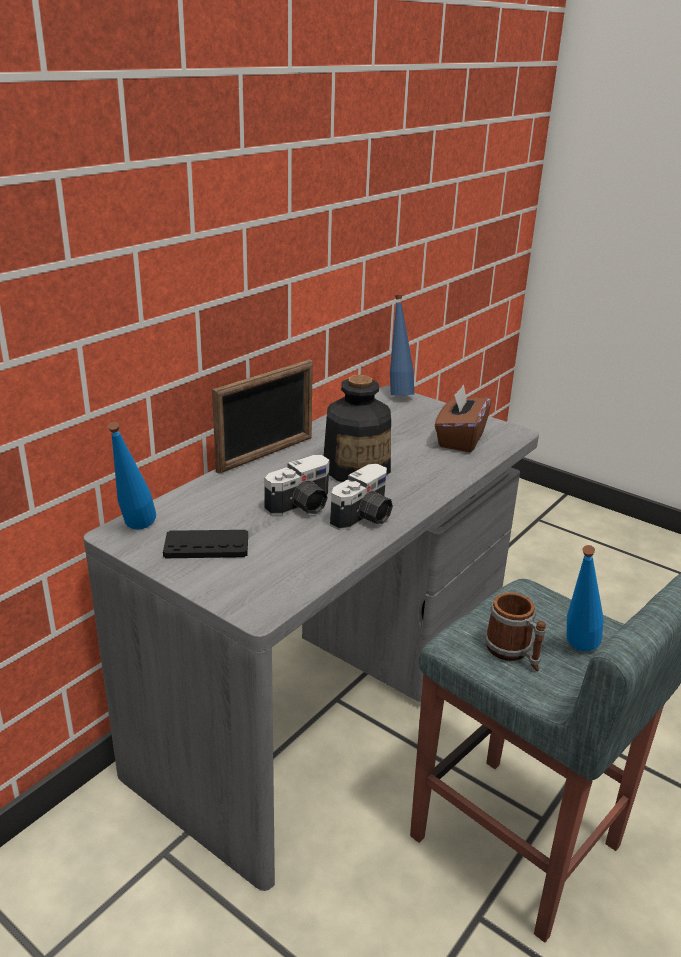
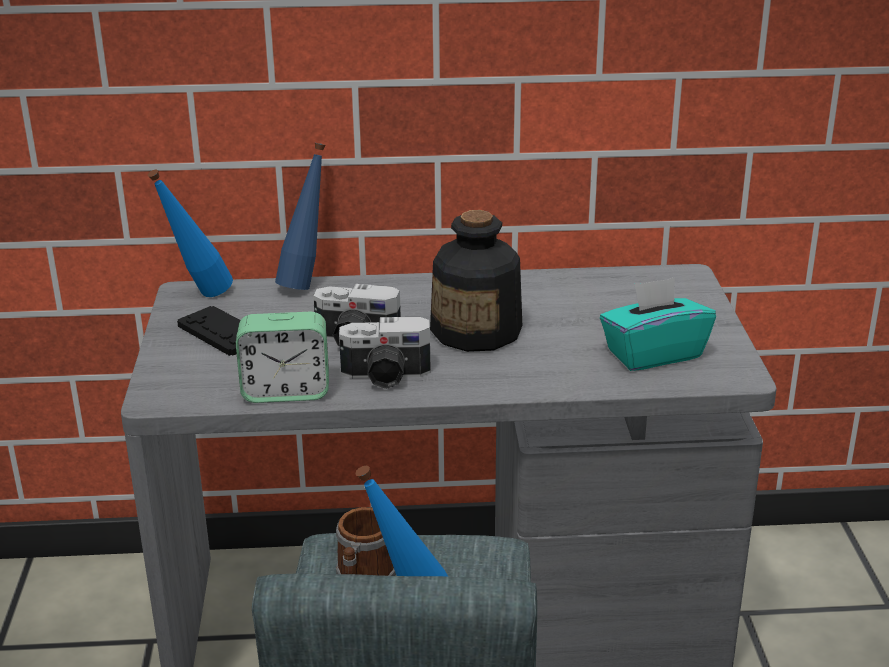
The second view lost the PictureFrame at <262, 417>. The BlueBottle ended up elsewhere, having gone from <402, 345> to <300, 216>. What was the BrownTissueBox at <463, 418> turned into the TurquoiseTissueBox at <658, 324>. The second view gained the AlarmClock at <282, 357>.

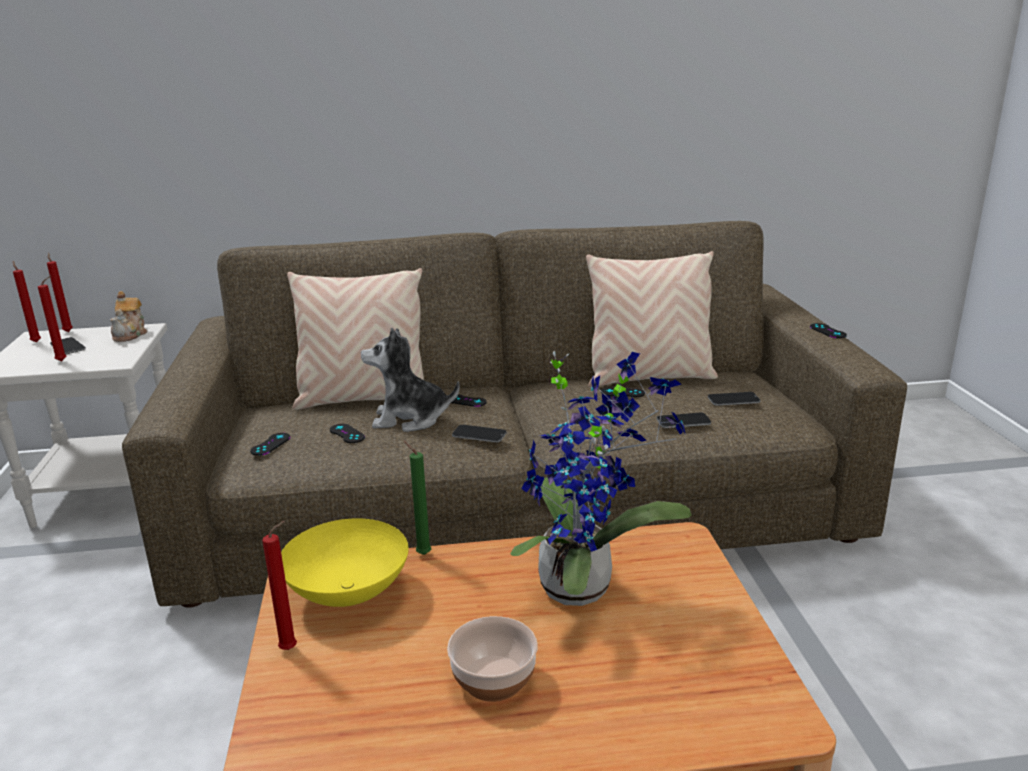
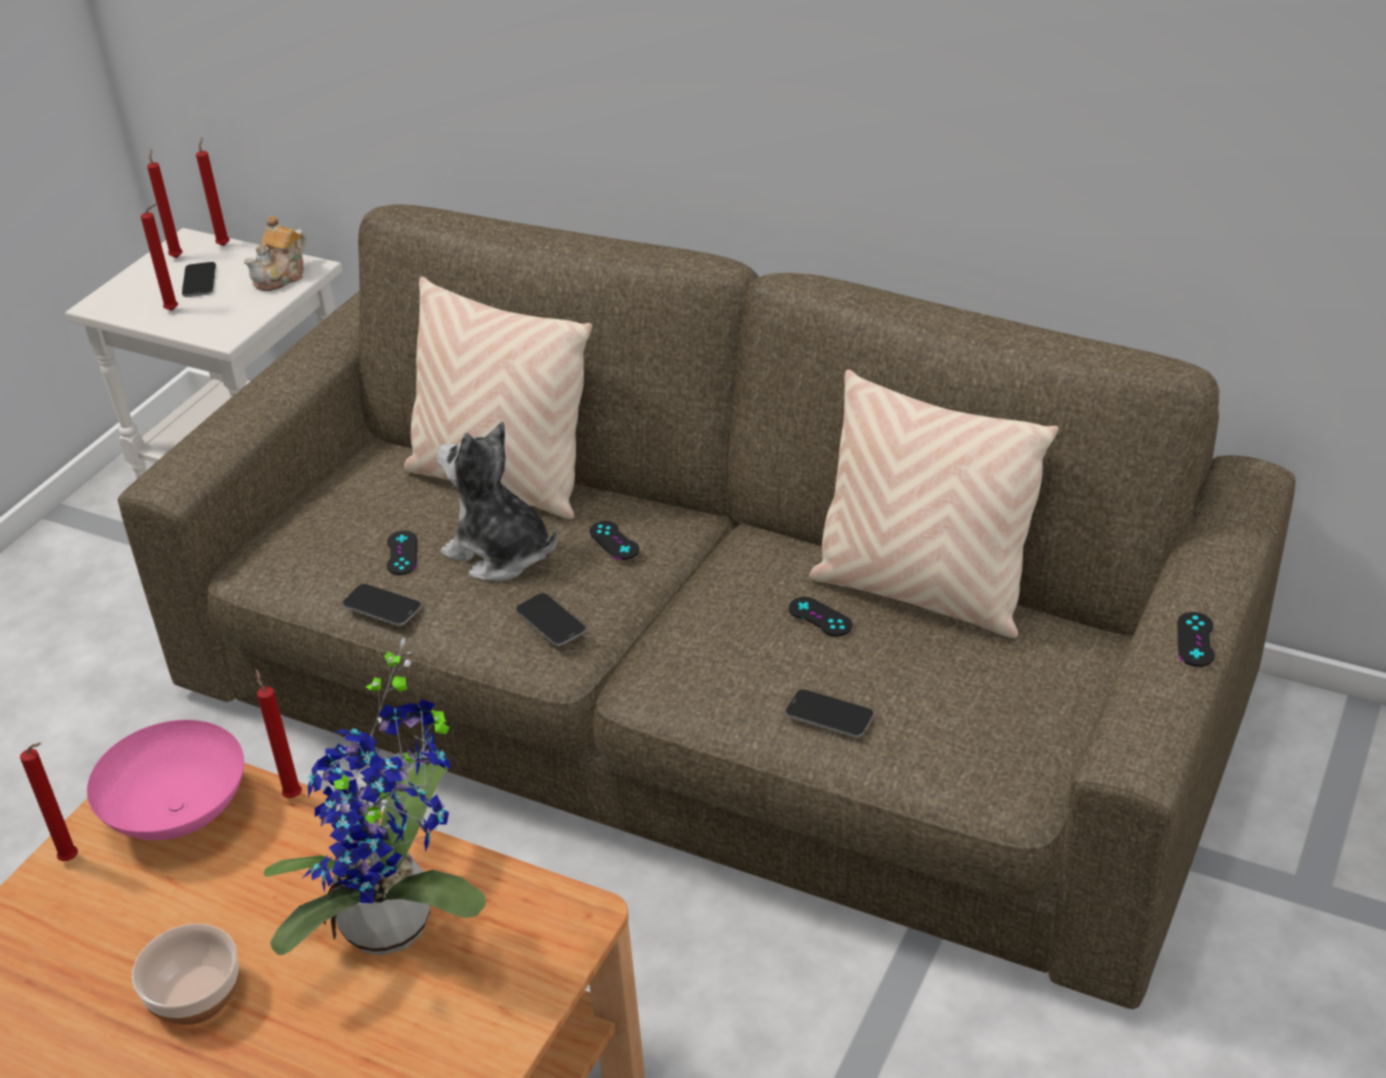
The second view lost the BlackGameController at <270, 444>. What was the YellowBowl at <345, 562> turned into the PinkBowl at <165, 780>. What was the GreenCandle at <417, 498> turned into the RedCandle at <279, 733>. The Phone ended up elsewhere, having gone from <734, 399> to <381, 605>.

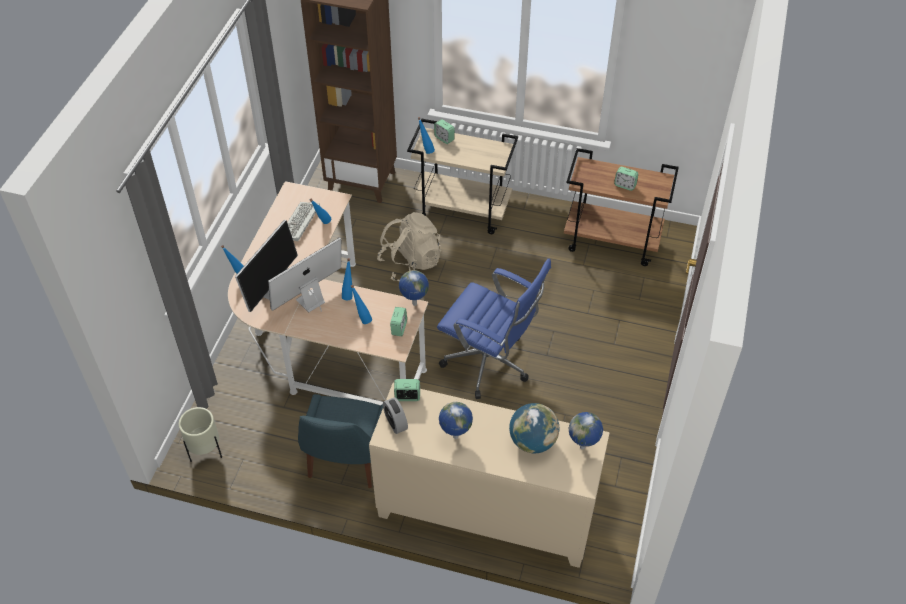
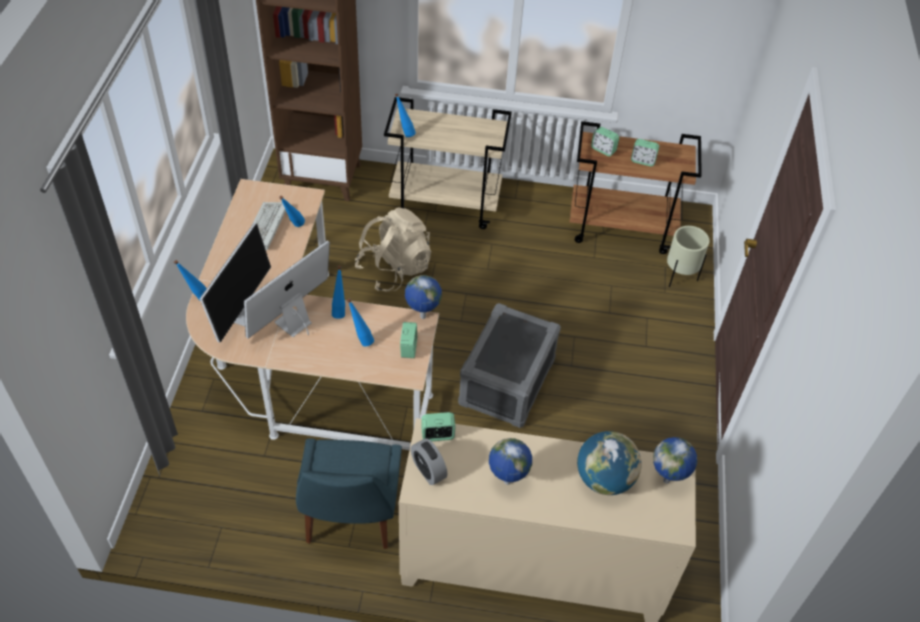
The BeigePlanter ended up elsewhere, having gone from <200, 434> to <688, 256>. The AlarmClock ended up elsewhere, having gone from <444, 131> to <605, 141>. Where the BlueOfficeChair stood at <494, 328>, the GreyStorageBox came to stand at <509, 365>.

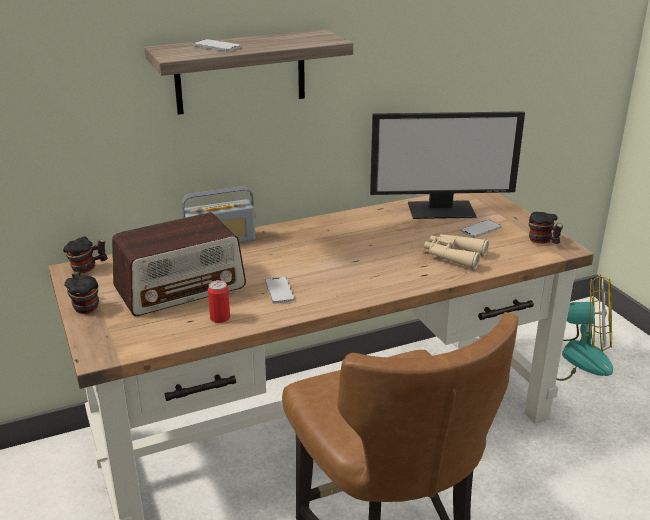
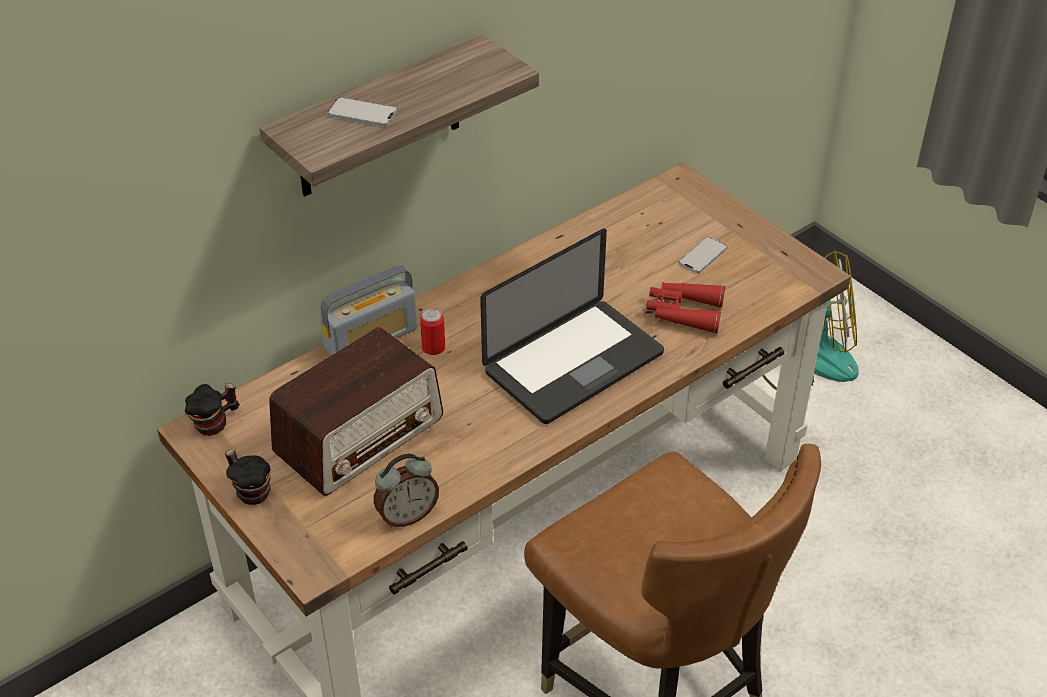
The Can ended up elsewhere, having gone from <219, 301> to <432, 331>. The second view lost the Phone at <280, 290>. The second view lost the Monitor at <447, 165>. What was the BeigeBinoculars at <456, 252> turned into the RedBinoculars at <685, 308>. The second view lost the Mug at <546, 228>. The second view gained the AlarmClock at <406, 491>. The second view gained the Laptop at <572, 326>.

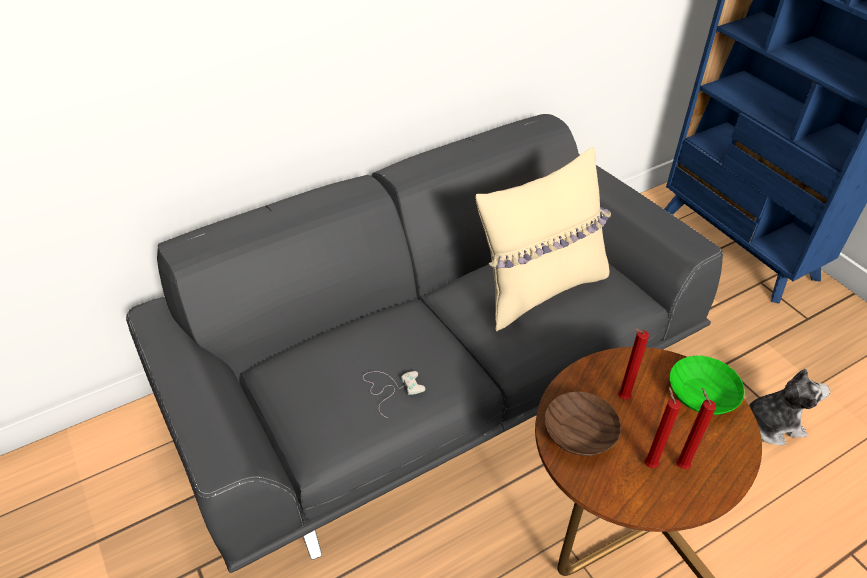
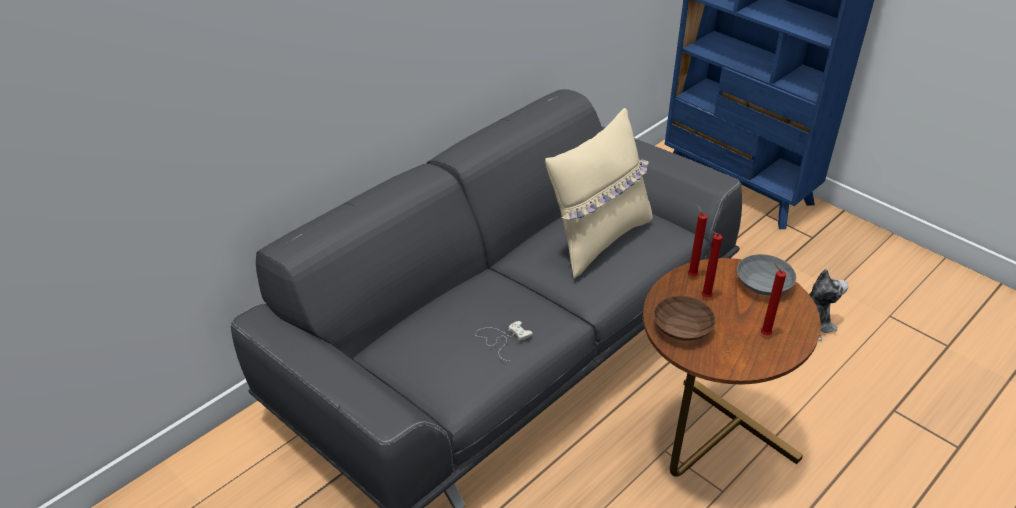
The RedCandle ended up elsewhere, having gone from <663, 427> to <697, 241>. What was the GreenBowl at <707, 385> turned into the GreyBowl at <766, 274>.

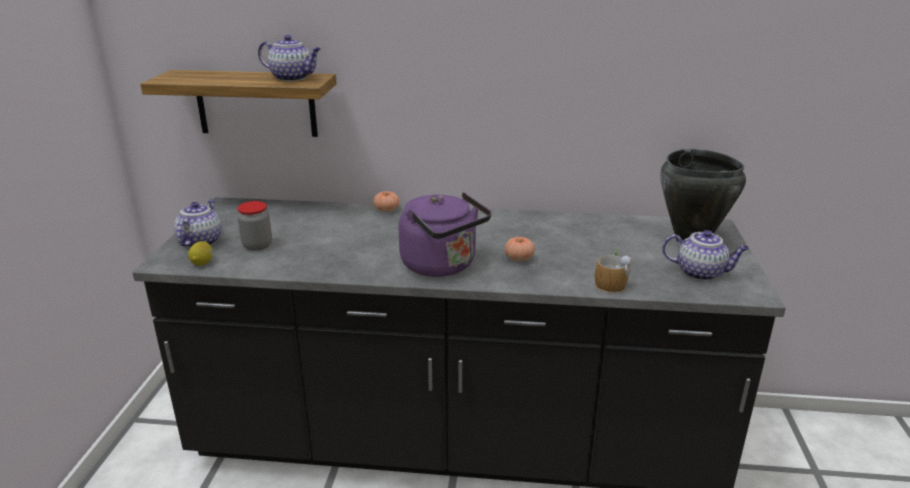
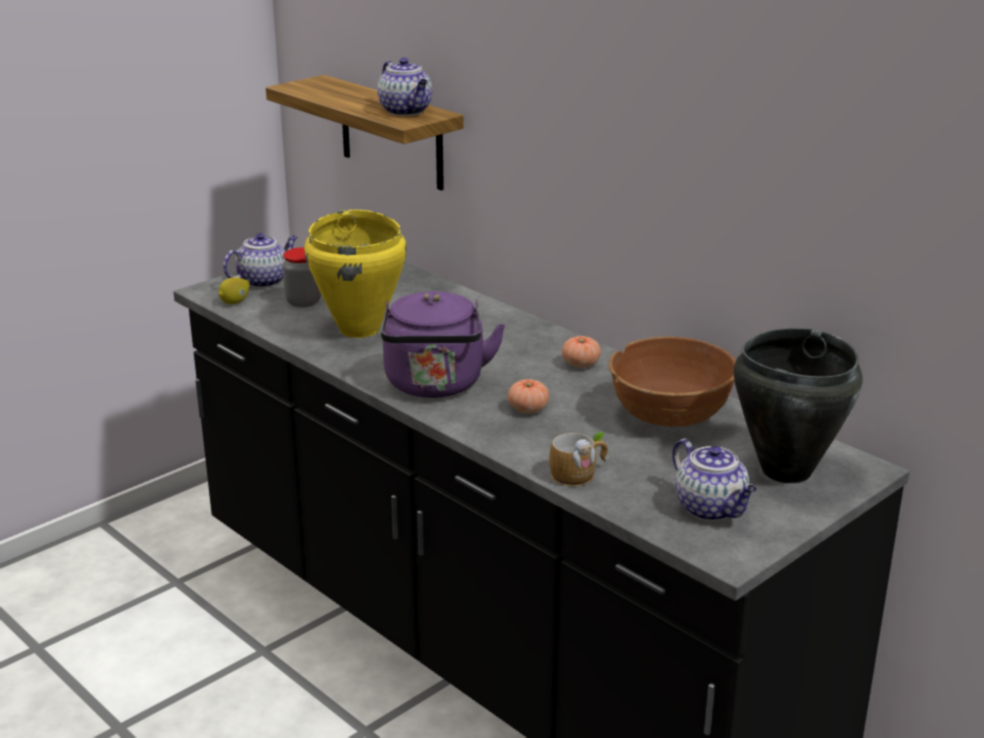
The Tomato ended up elsewhere, having gone from <386, 201> to <581, 352>. The second view gained the YellowCookingPot at <355, 274>. The second view gained the BrownBowl at <672, 381>.

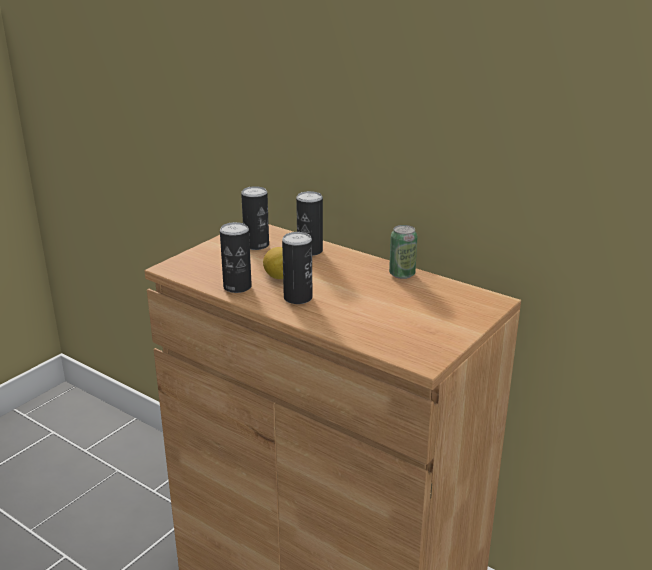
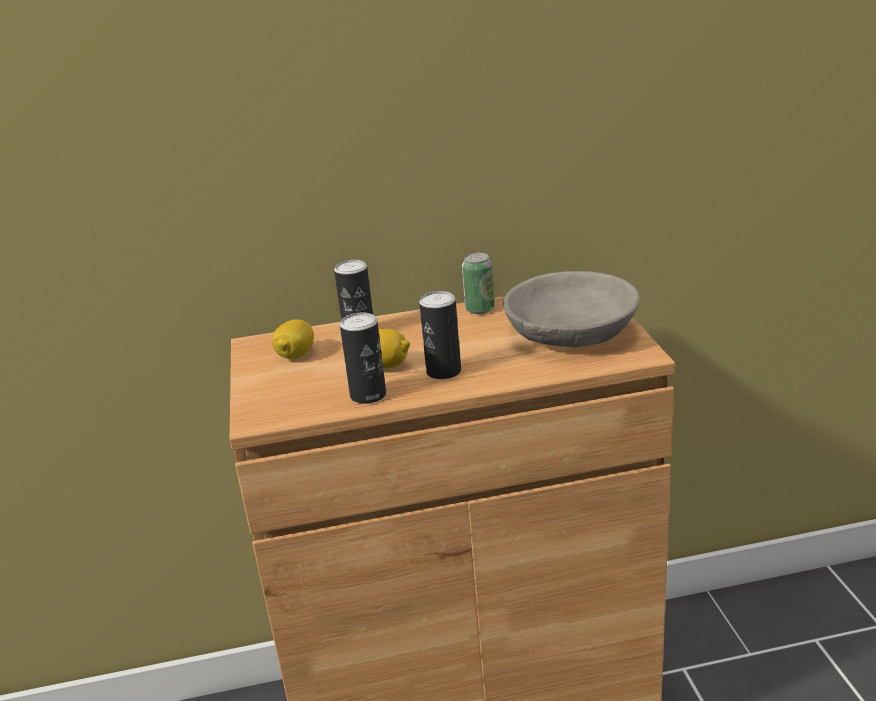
Where the Can stood at <255, 218>, the Lemon came to stand at <293, 339>. The second view gained the GreyBowl at <571, 309>.

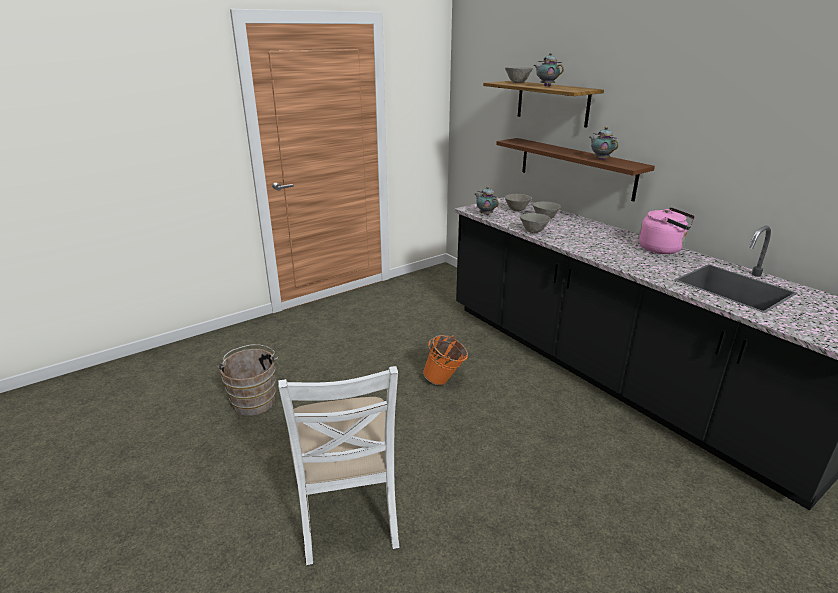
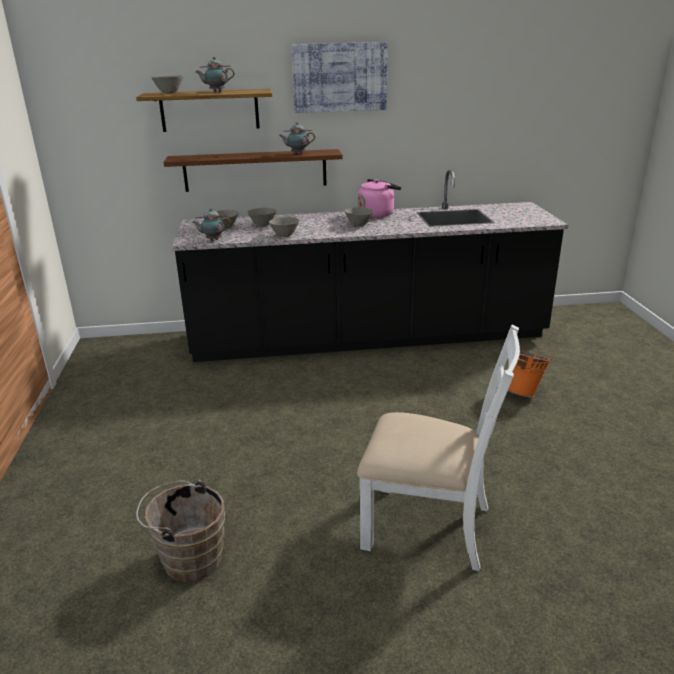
The OrangeBucket ended up elsewhere, having gone from <445, 360> to <530, 373>. The second view gained the Picture at <339, 77>. The second view gained the GreyBowl at <358, 217>.

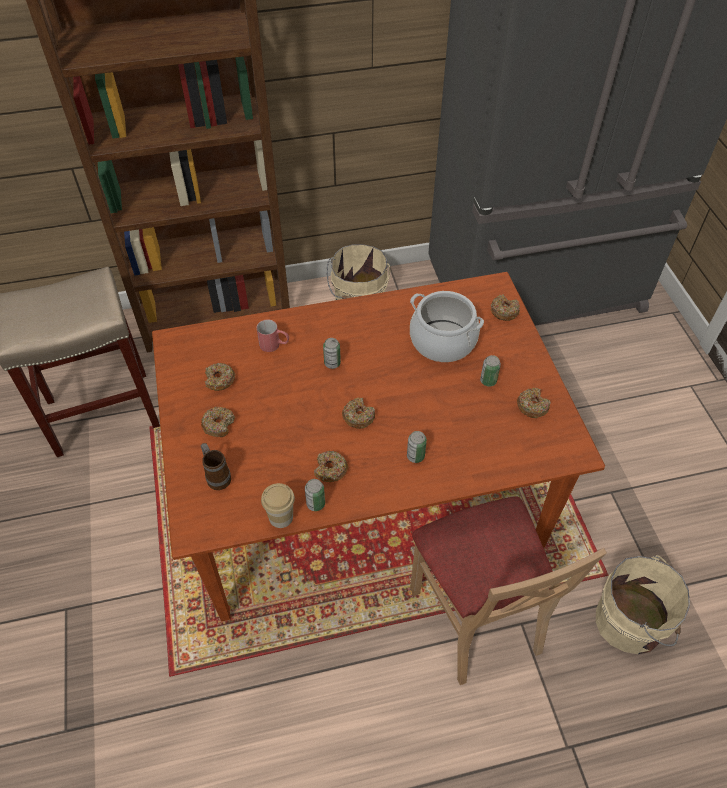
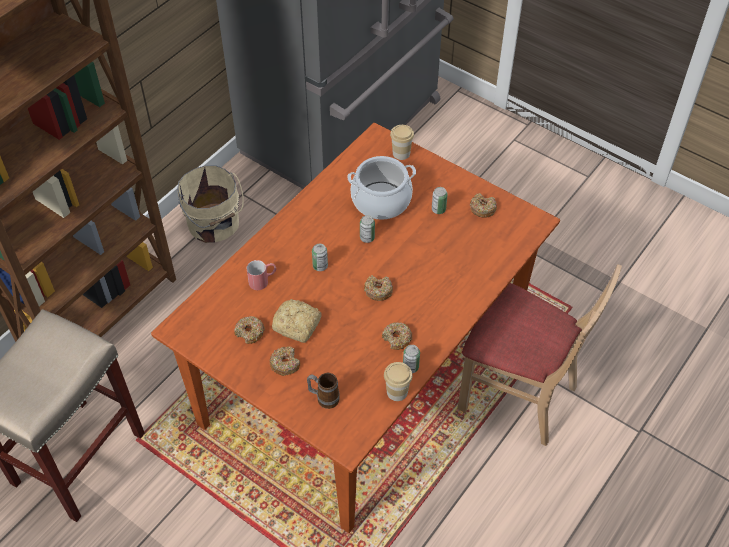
The Can ended up elsewhere, having gone from <417, 447> to <367, 229>. Where the Donut stood at <505, 307>, the Cup came to stand at <402, 142>. The second view lost the BeigeBucket at <643, 604>. The second view gained the Bread at <296, 321>.

